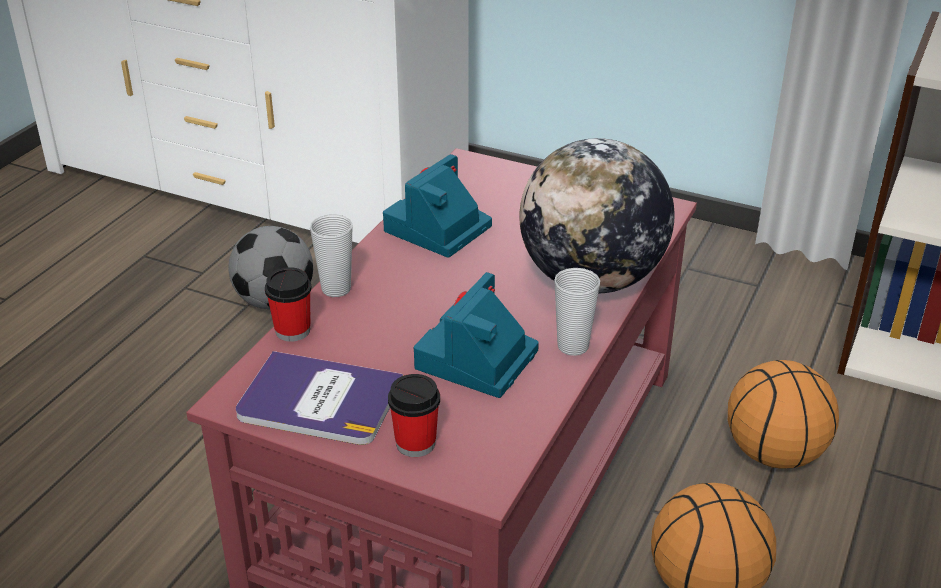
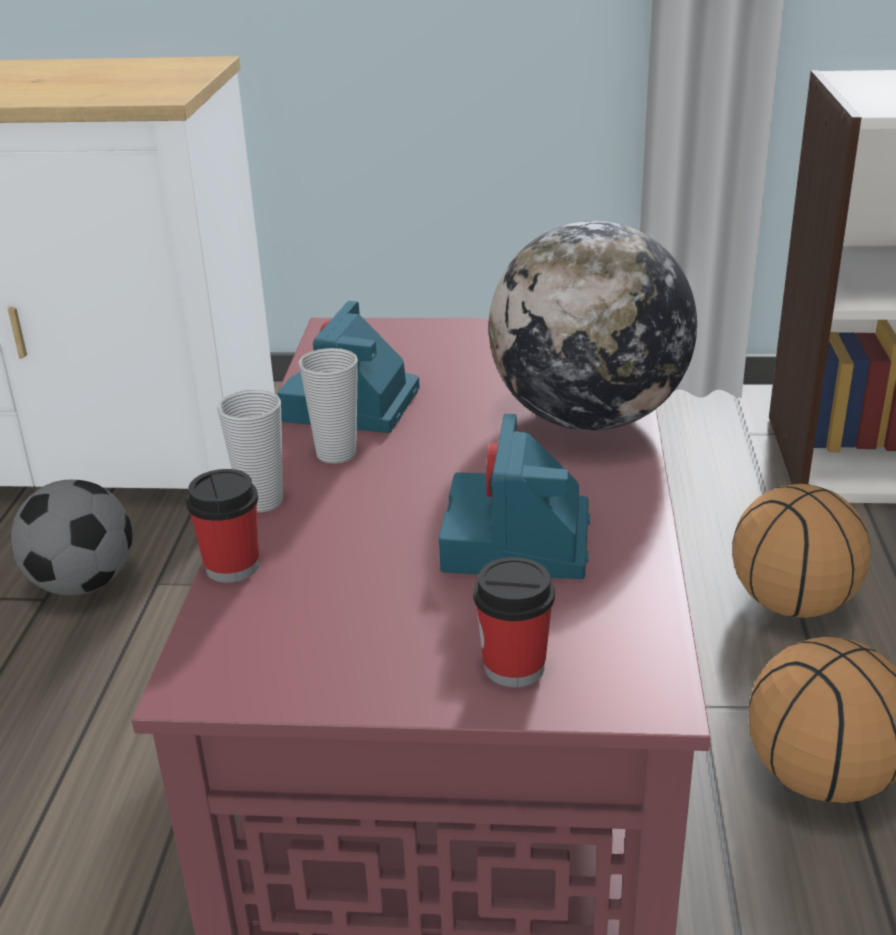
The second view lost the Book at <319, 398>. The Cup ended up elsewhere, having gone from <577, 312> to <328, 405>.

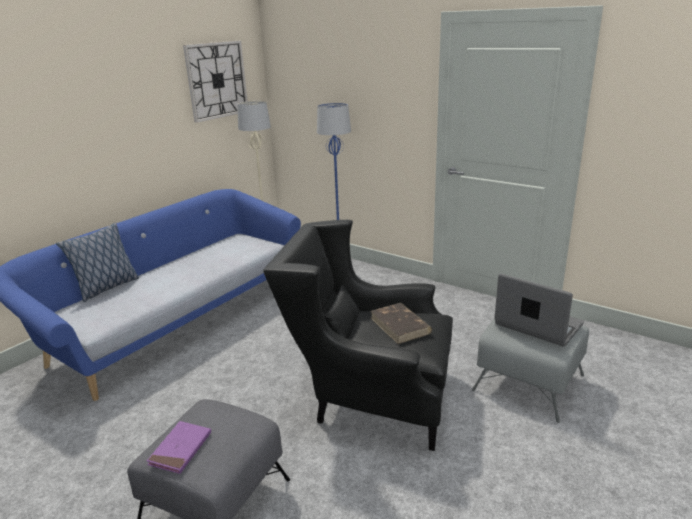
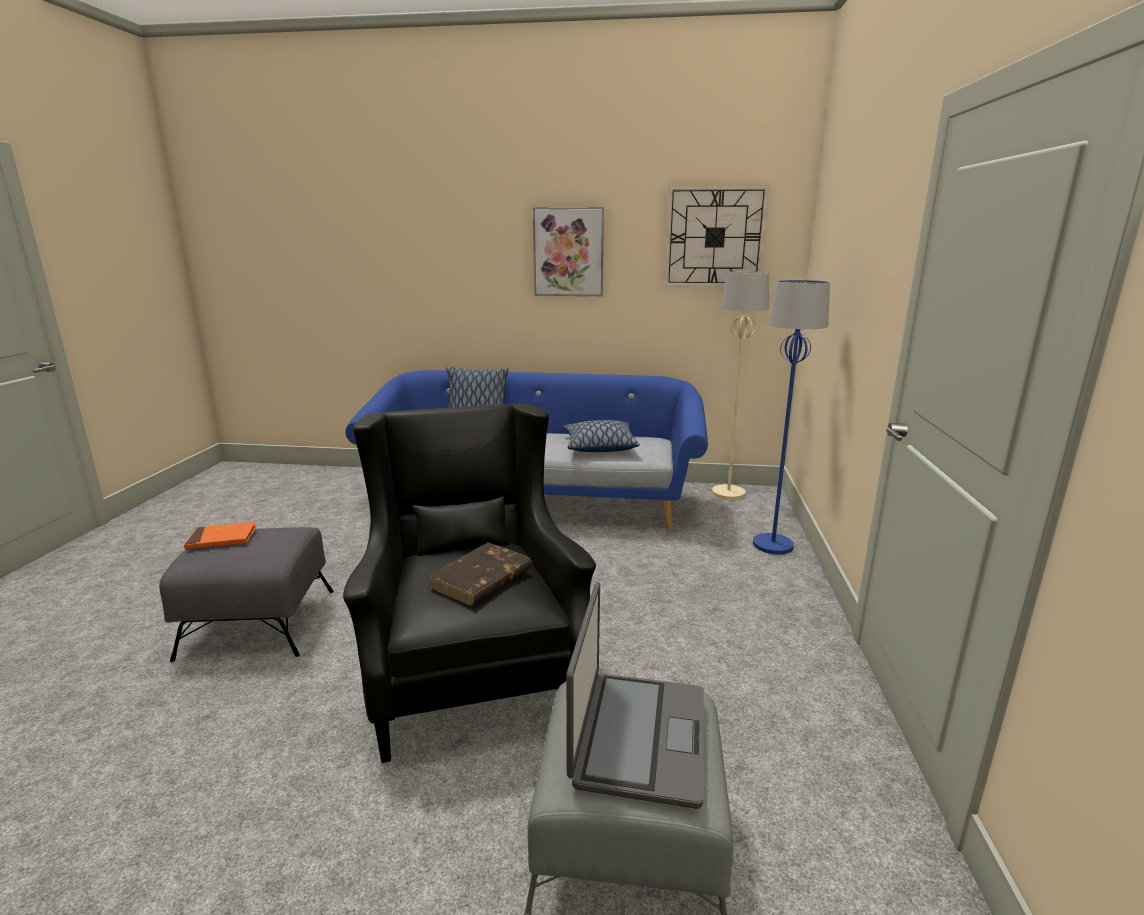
What was the PurpleBook at <179, 447> turned into the OrangeBook at <220, 536>. The second view gained the Picture at <568, 251>. The second view gained the Pillow at <601, 436>.

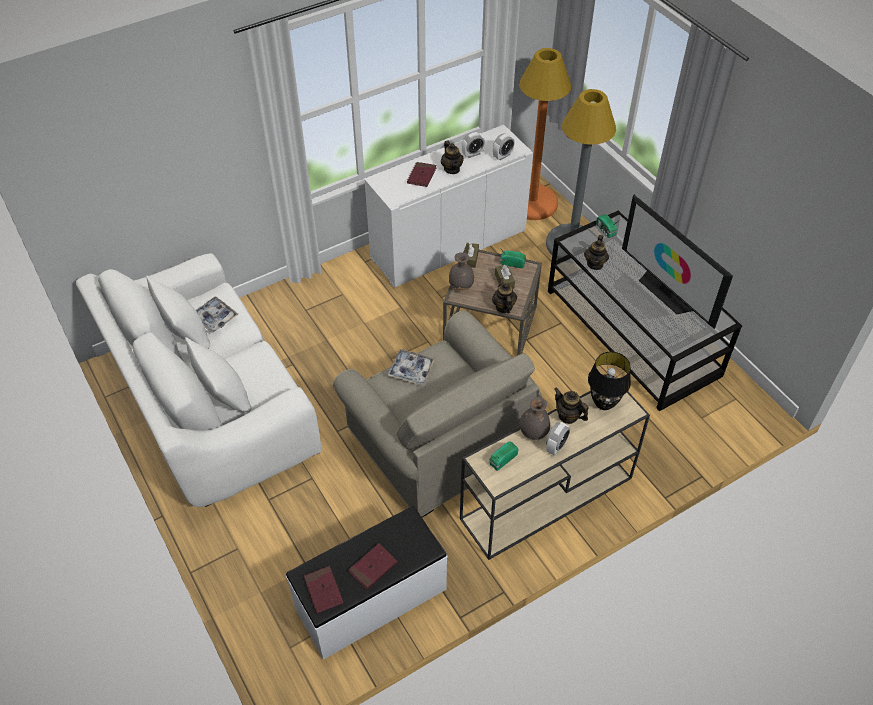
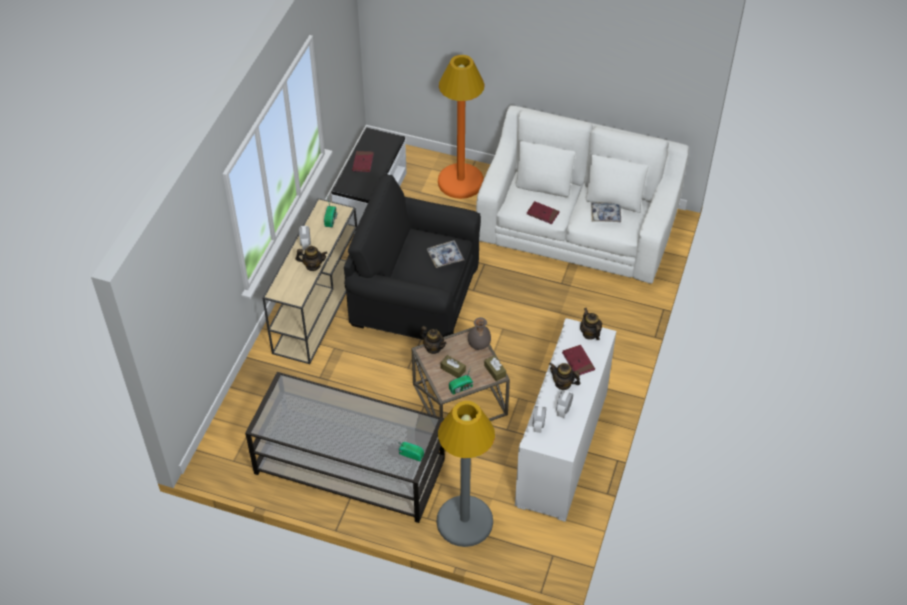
The RedBook ended up elsewhere, having gone from <323, 589> to <543, 212>. What was the BeigeArmchair at <437, 413> turned into the BlackArmchair at <412, 257>. The OrangeFloorLamp ended up elsewhere, having gone from <545, 134> to <461, 127>. The second view lost the GreyVase at <534, 418>. The Teapot ended up elsewhere, having gone from <596, 252> to <591, 324>. The second view lost the BlackTableLamp at <609, 381>. The second view lost the Television at <677, 262>.

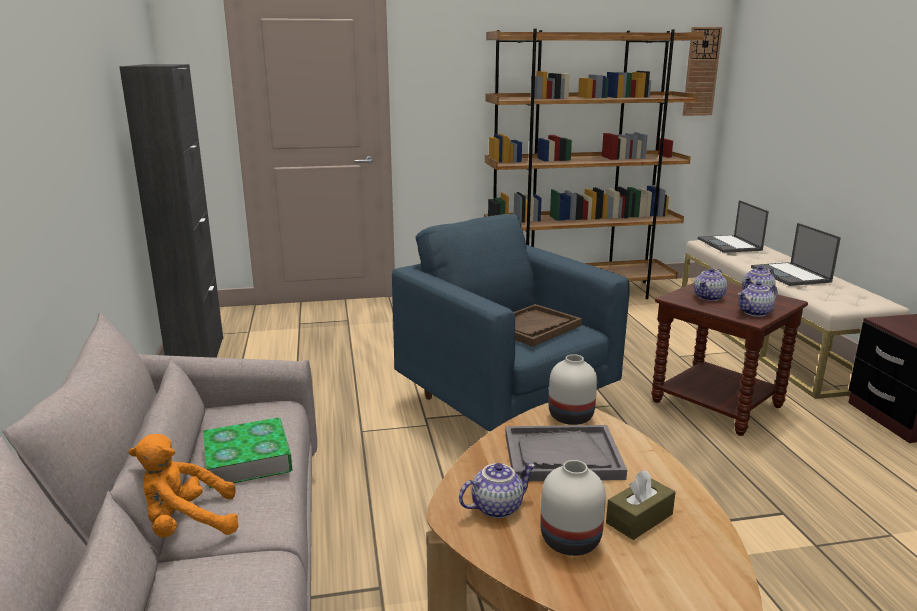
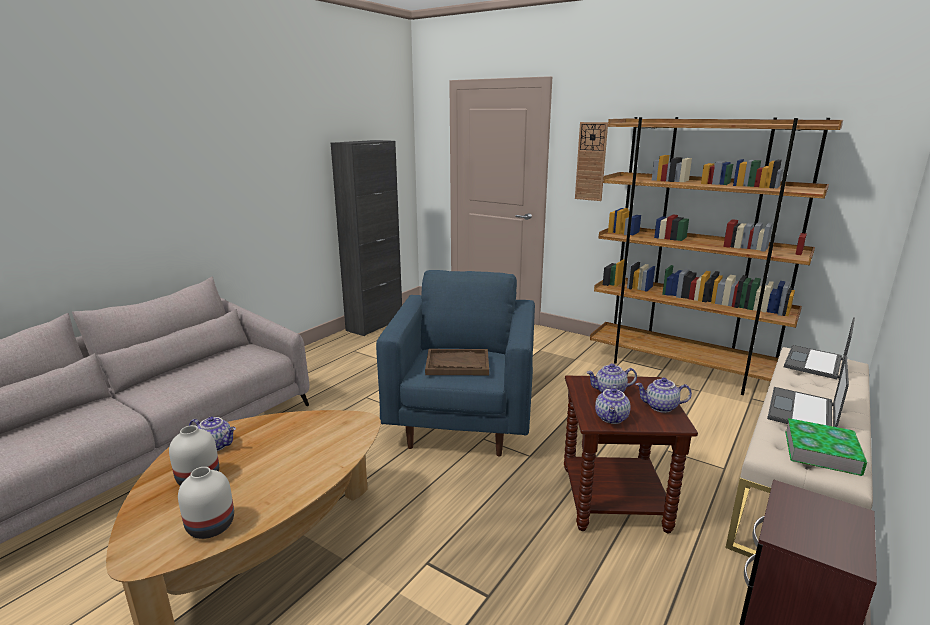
The second view lost the OrangePlushToy at <183, 486>. The Book ended up elsewhere, having gone from <248, 452> to <826, 447>. The second view lost the GreyTray at <566, 453>. The WhiteVase ended up elsewhere, having gone from <573, 389> to <206, 503>. The second view lost the BrownTissueBox at <640, 505>. The WallClock ended up elsewhere, having gone from <702, 71> to <591, 161>. The Teapot at <758, 299> ended up facing another way, 90 degrees counterclockwise from before.

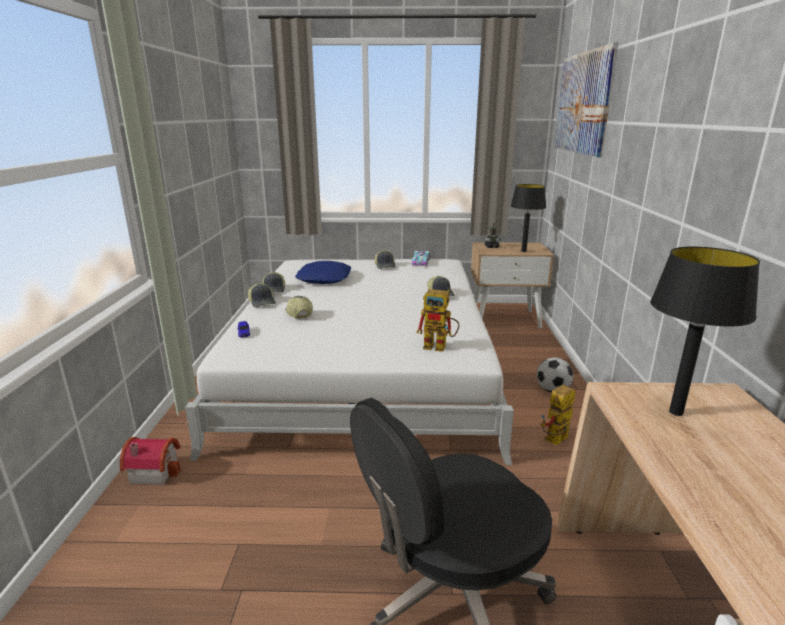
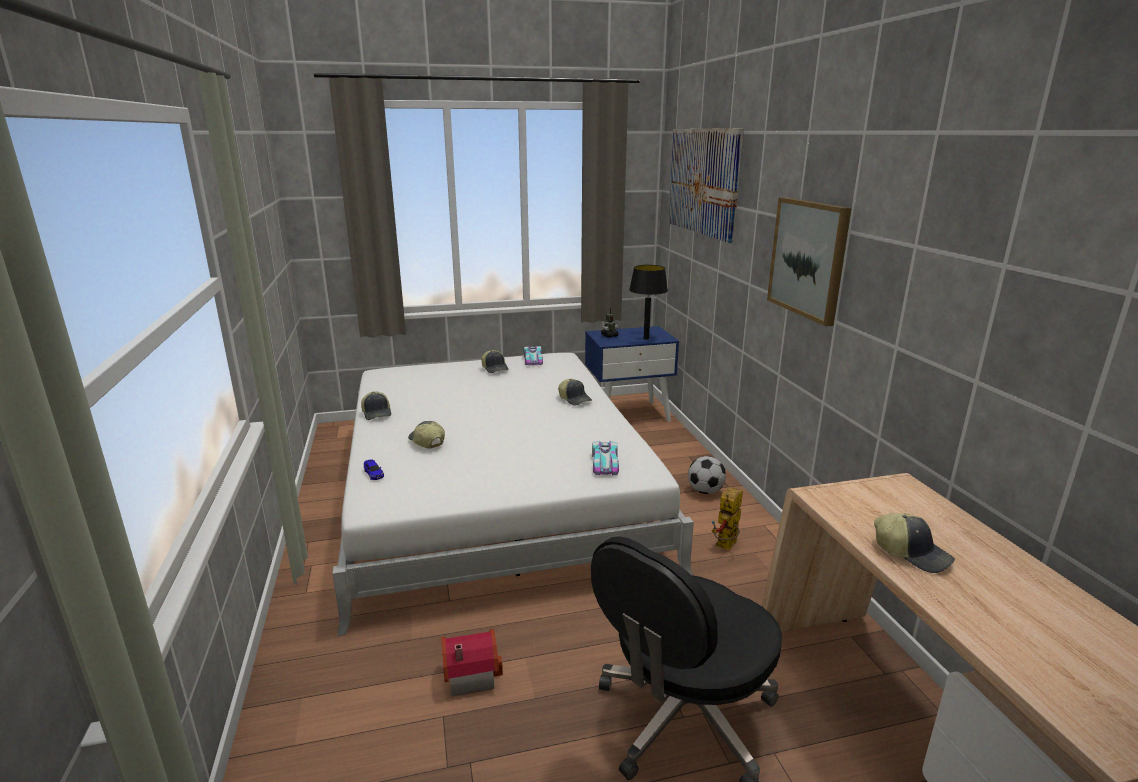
The ToyHouse ended up elsewhere, having gone from <150, 461> to <472, 662>. The Cap ended up elsewhere, having gone from <261, 295> to <914, 543>. The second view lost the BluePillow at <323, 272>. Where the ToyRobot stood at <437, 320>, the ToyCar came to stand at <605, 459>. What was the BeigeNightstand at <512, 285> turned into the BlueNightstand at <632, 374>. The second view lost the BlackTableLamp at <705, 331>. The second view gained the Picture at <809, 262>.

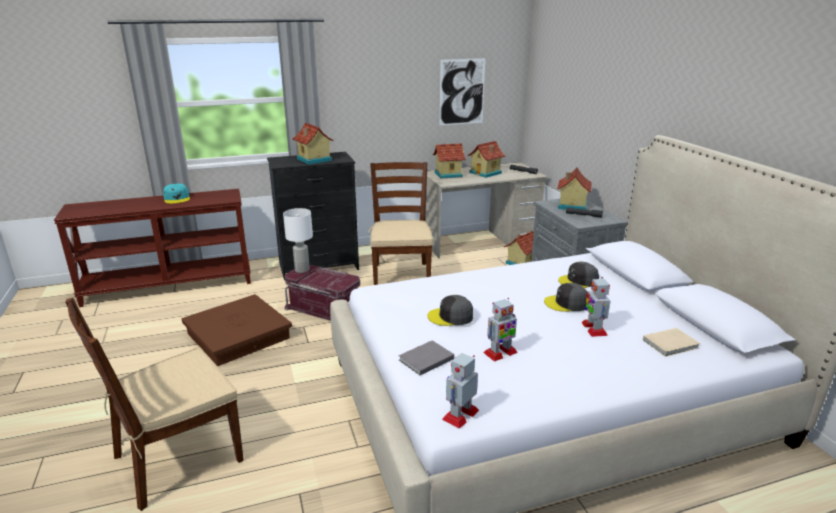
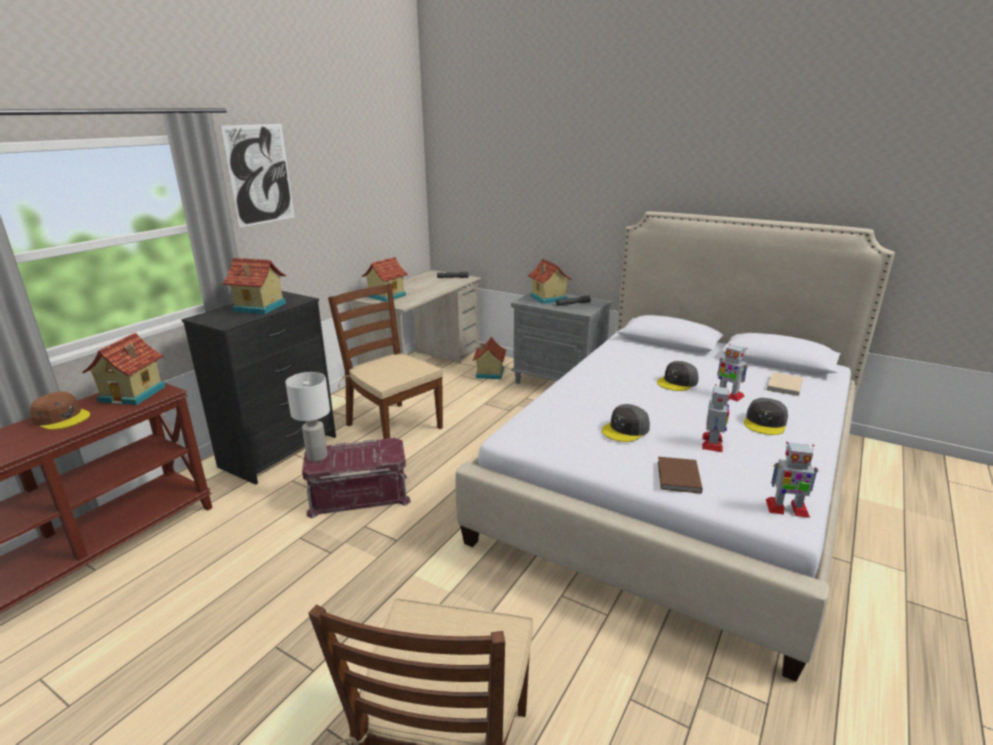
What was the TurquoiseCap at <176, 194> turned into the BrownCap at <60, 410>. The second view lost the BrownStorageBox at <236, 330>. What was the GreyBook at <426, 357> turned into the BrownBook at <680, 475>. The Picture ended up elsewhere, having gone from <462, 91> to <258, 176>. The ToyRobot at <460, 391> ended up facing another way, 75 degrees counterclockwise from before. The ToyHouse ended up elsewhere, having gone from <486, 159> to <124, 368>. The GreyCap ended up elsewhere, having gone from <578, 274> to <766, 416>.

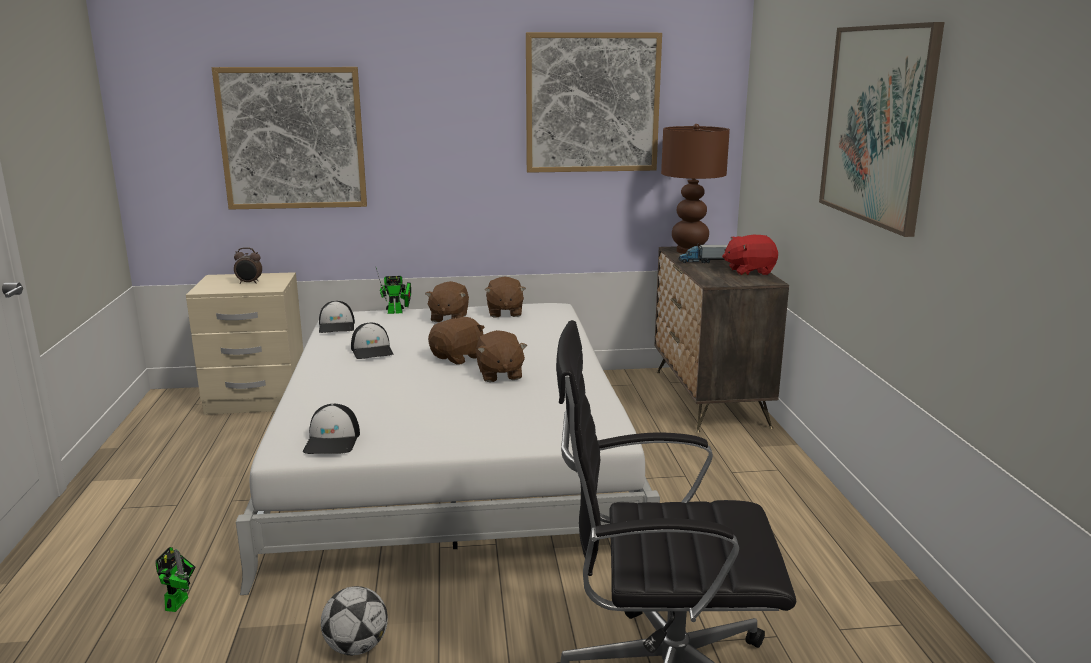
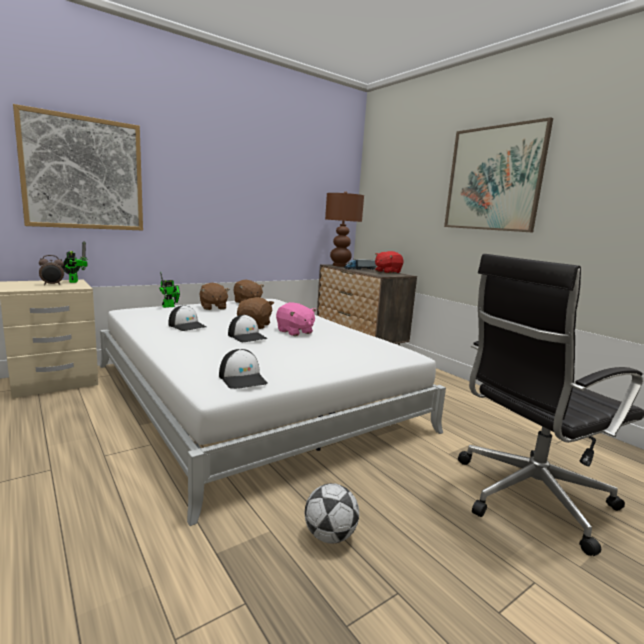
The ToyRobot ended up elsewhere, having gone from <176, 579> to <74, 262>. The Cap ended up elsewhere, having gone from <337, 317> to <248, 328>. What was the BrownPlushToy at <501, 356> turned into the PinkPlushToy at <296, 319>. The second view lost the Picture at <594, 102>.

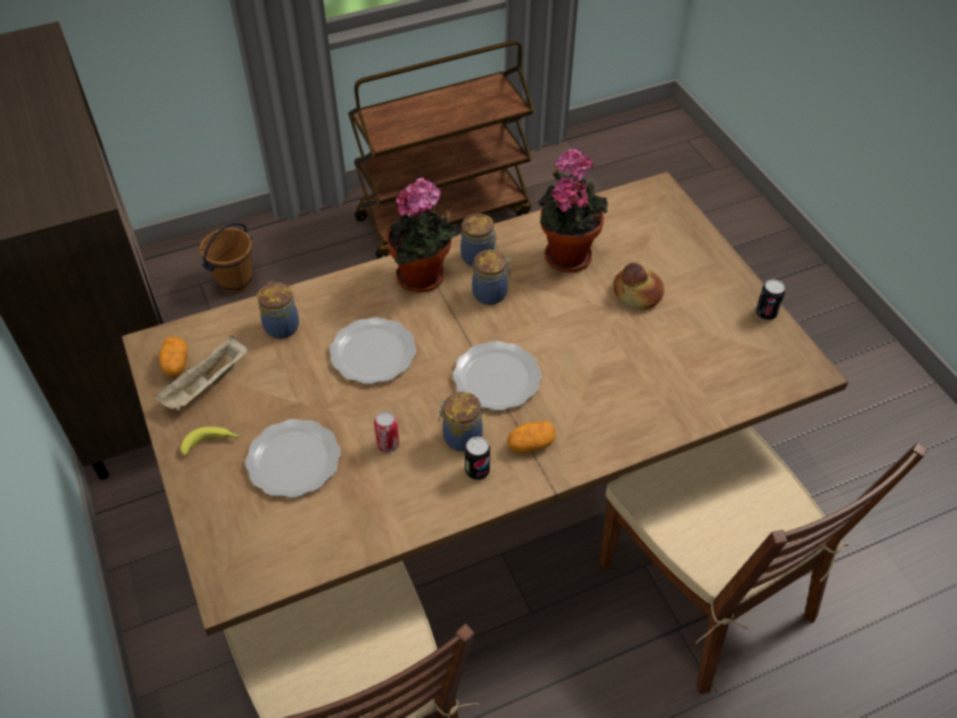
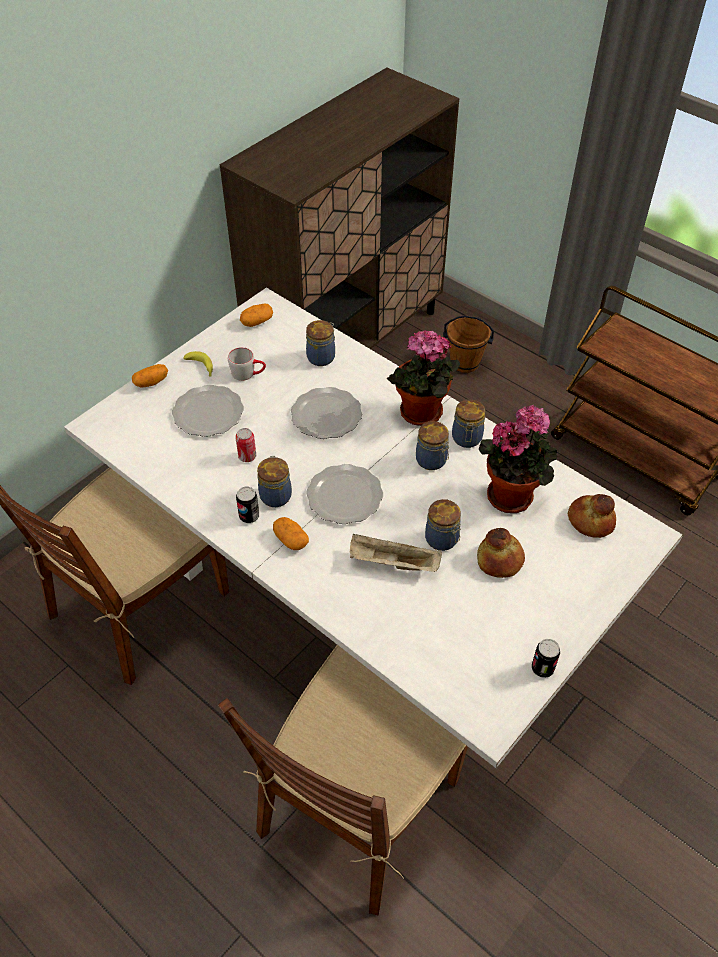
What was the BrownDiningTable at <485, 403> turned into the WhiteDiningTable at <373, 528>. The BeigeTray ended up elsewhere, having gone from <201, 373> to <396, 553>. The second view gained the Potato at <150, 375>. The second view gained the GreyMug at <247, 364>. The second view gained the Jar at <443, 525>. The second view gained the Bread at <592, 516>.

